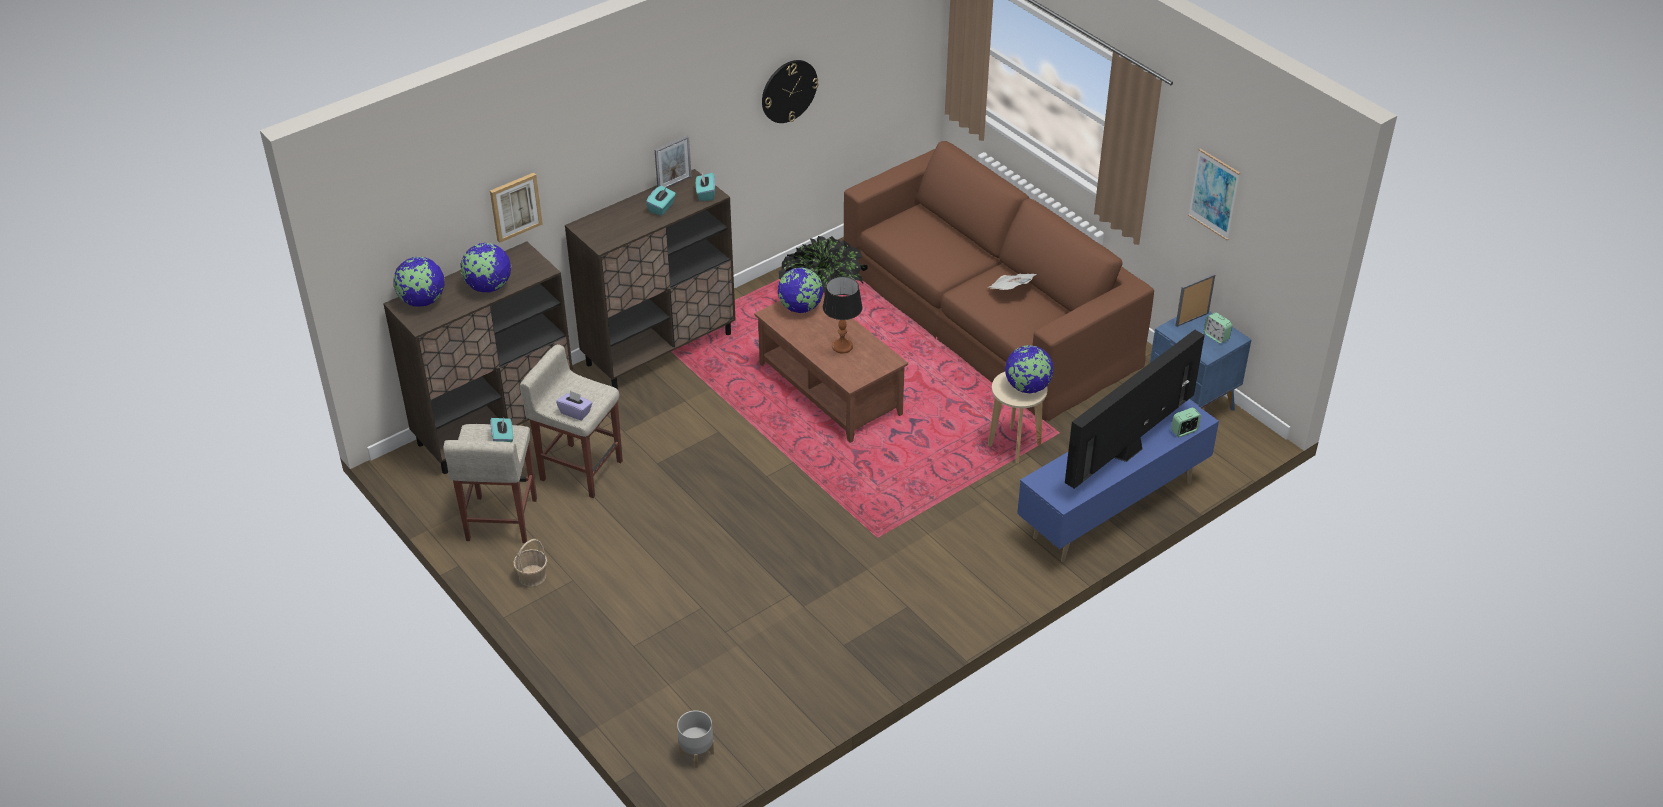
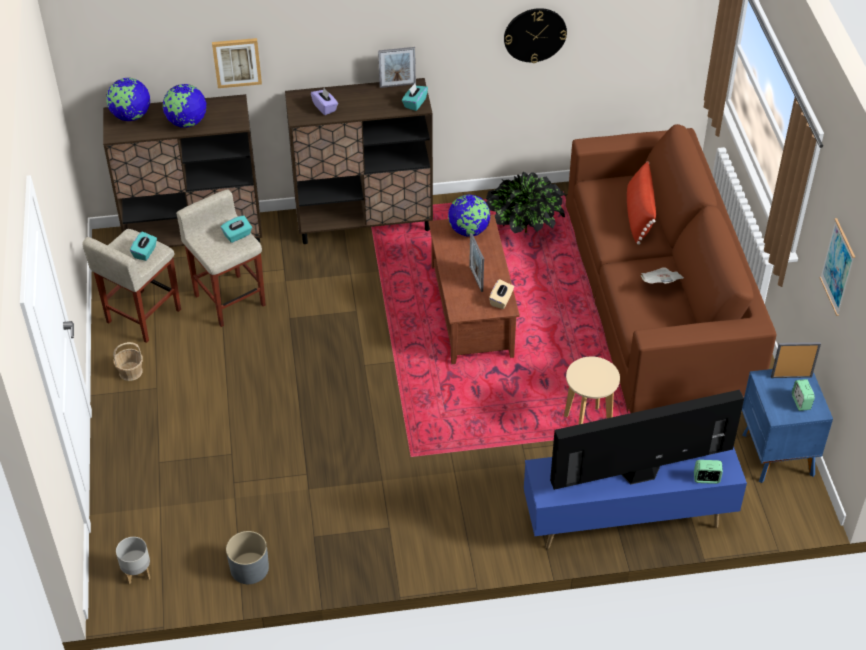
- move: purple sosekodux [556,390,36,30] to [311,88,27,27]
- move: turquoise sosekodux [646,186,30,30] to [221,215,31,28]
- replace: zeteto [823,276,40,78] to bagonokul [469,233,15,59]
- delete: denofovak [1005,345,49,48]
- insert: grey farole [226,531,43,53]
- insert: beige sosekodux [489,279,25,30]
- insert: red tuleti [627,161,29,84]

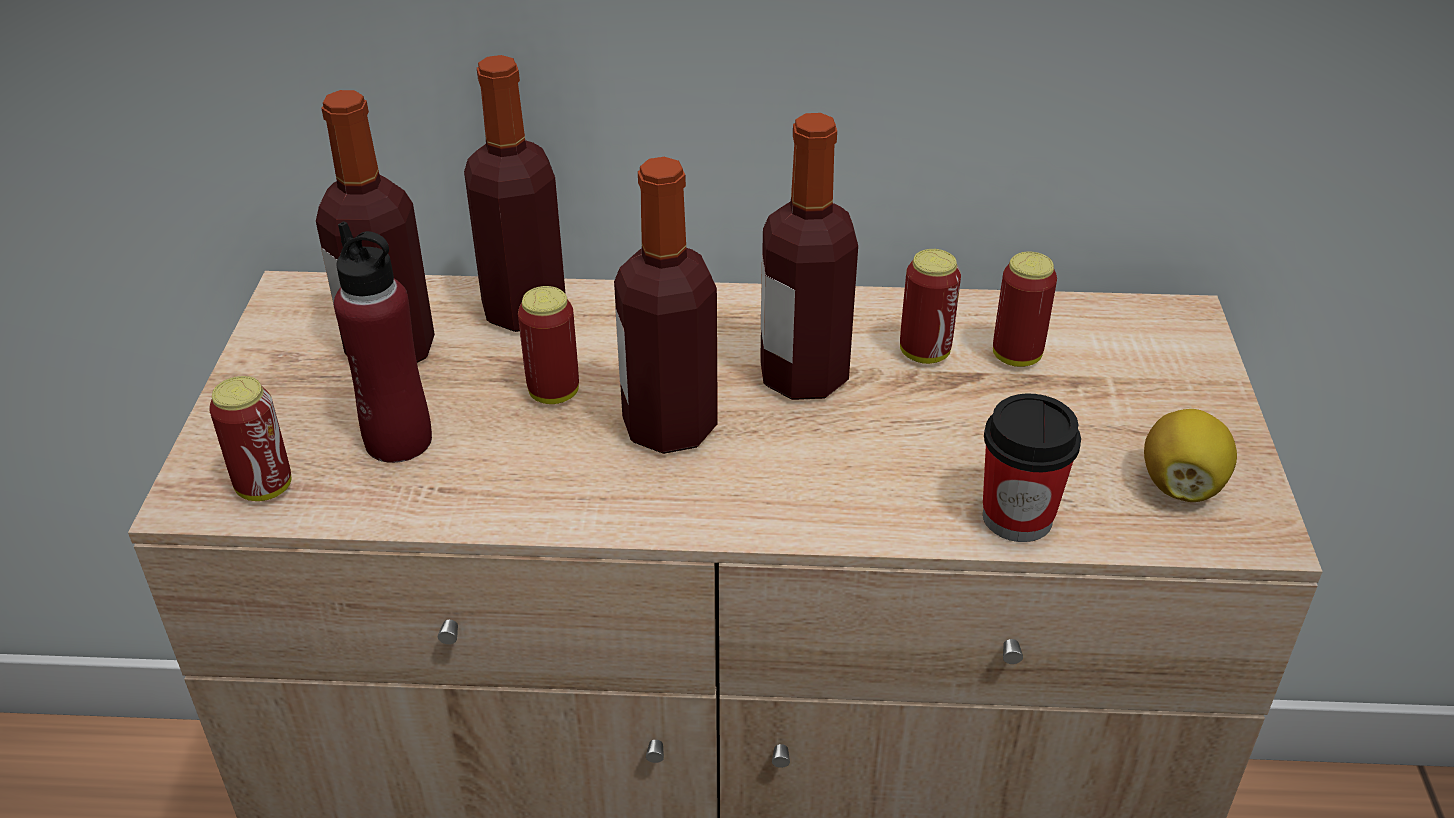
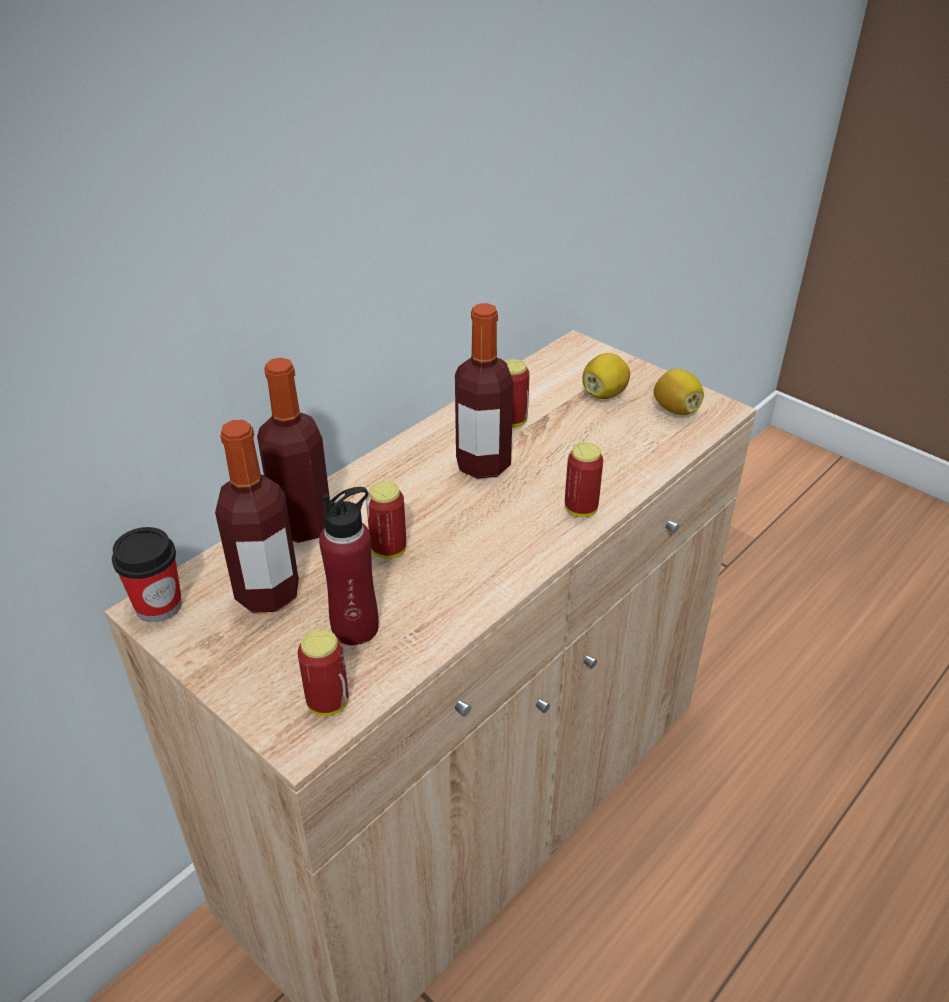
- delete: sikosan [614,157,104,297]
- move: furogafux [983,393,98,149] to [112,527,70,95]
- move: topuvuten [993,251,64,116] to [565,442,38,75]
- insert: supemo [582,353,48,46]

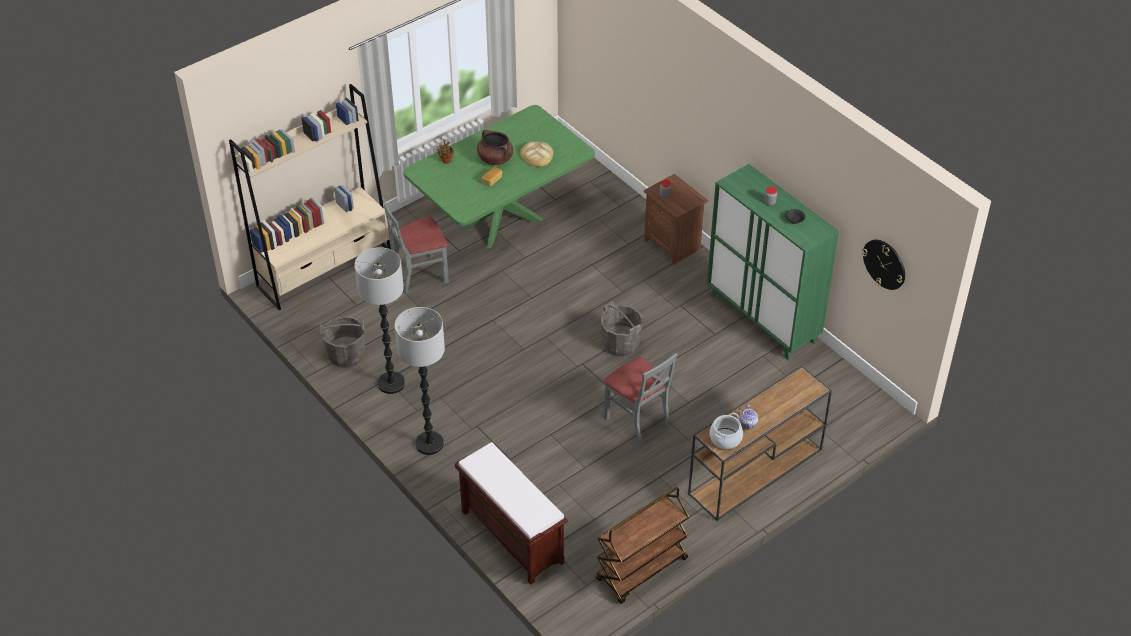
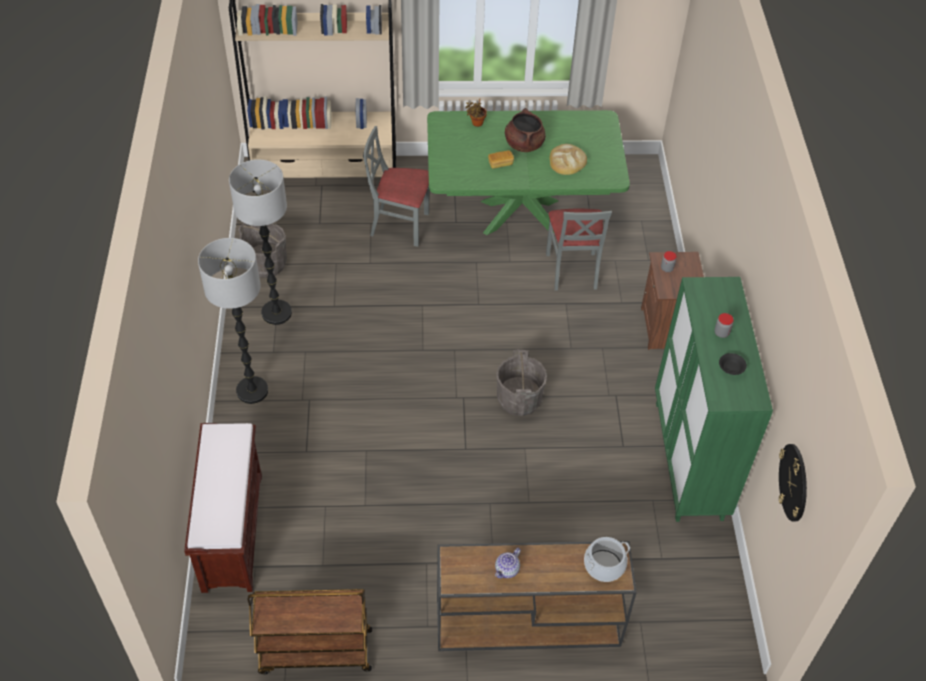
- move: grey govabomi [603,353,74,92] to [546,209,66,81]
- move: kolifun [710,413,33,36] to [584,537,46,45]

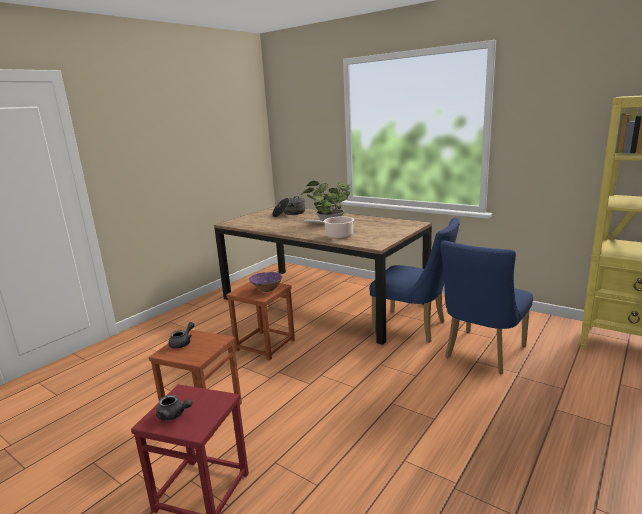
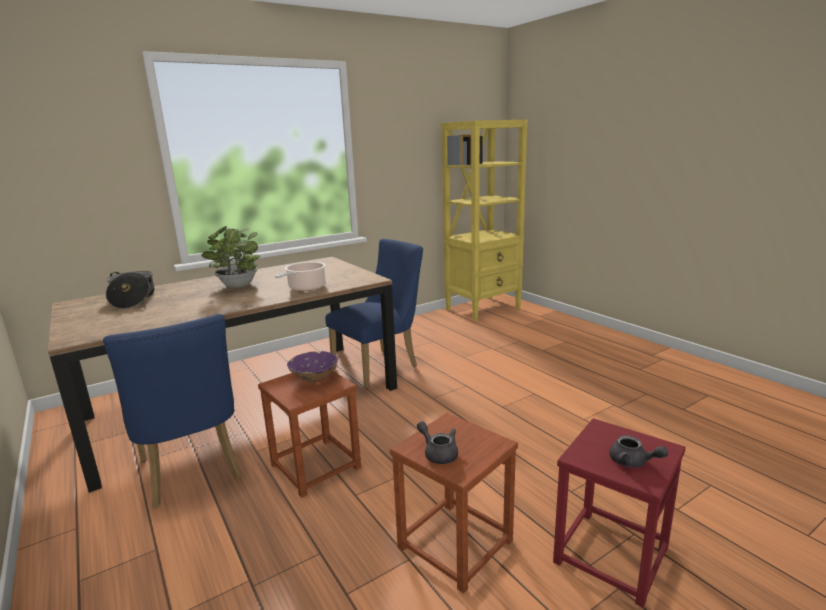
- rotate: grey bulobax [156,395,36,26] = [610,435,58,33] 90 degrees clockwise
- move: blue govabomi [440,240,93,134] to [103,314,139,194]

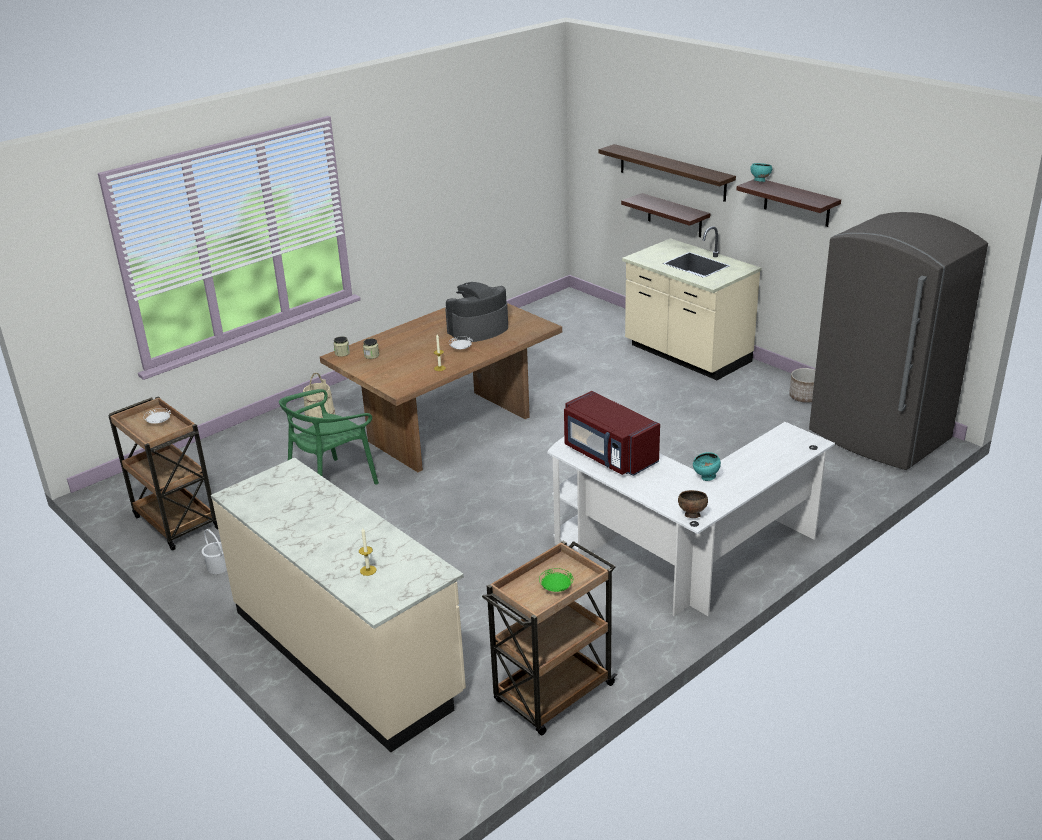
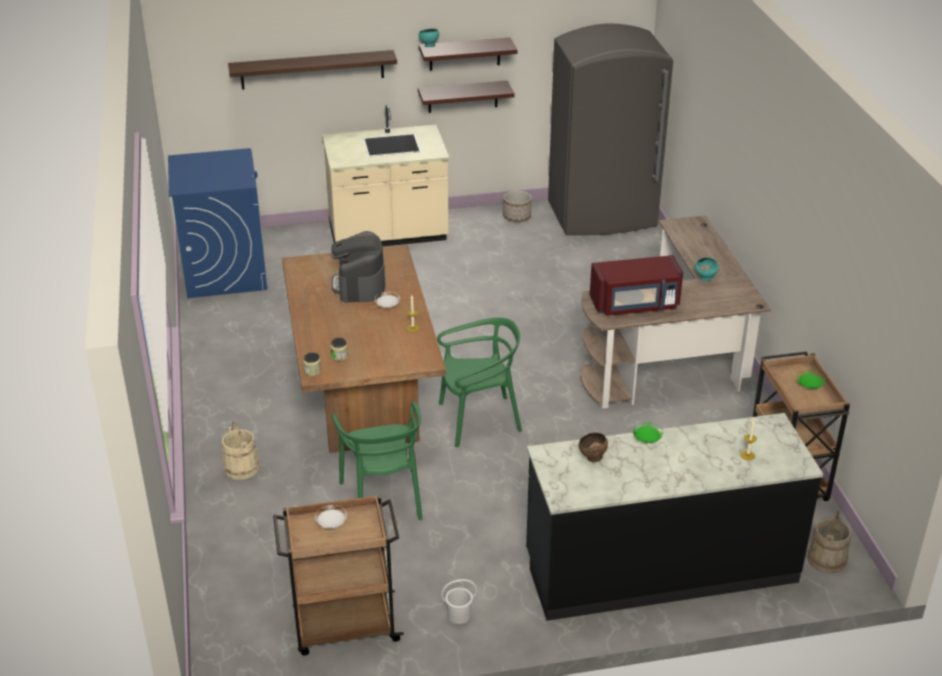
- recolor: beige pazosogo [211,458,255,294] to black pazosogo [526,413,297,208]
- recolor: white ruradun [547,422,288,194] to brown ruradun [581,215,190,194]
- move: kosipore [621,193,89,45] to [418,80,97,33]
- move: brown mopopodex [678,490,30,28] to [579,432,29,30]
- insert: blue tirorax [168,148,99,150]
- insert: green govabomi [437,317,85,130]
- insert: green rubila [633,422,30,21]
- insert: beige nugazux [807,511,44,63]

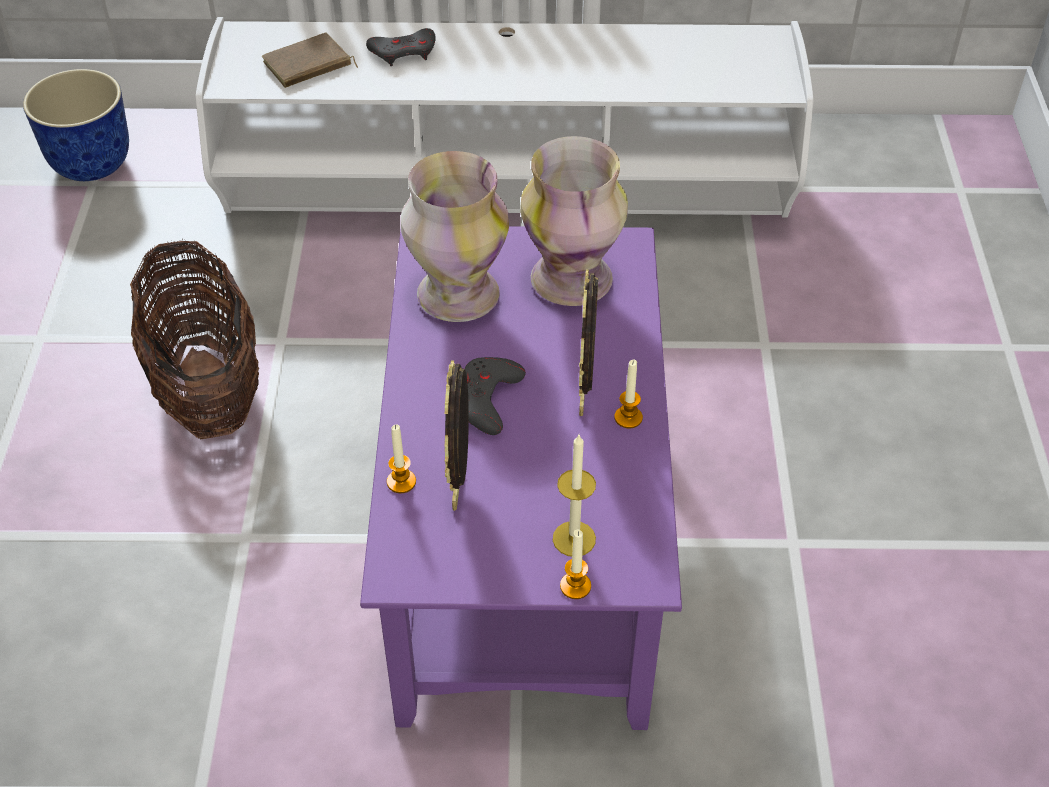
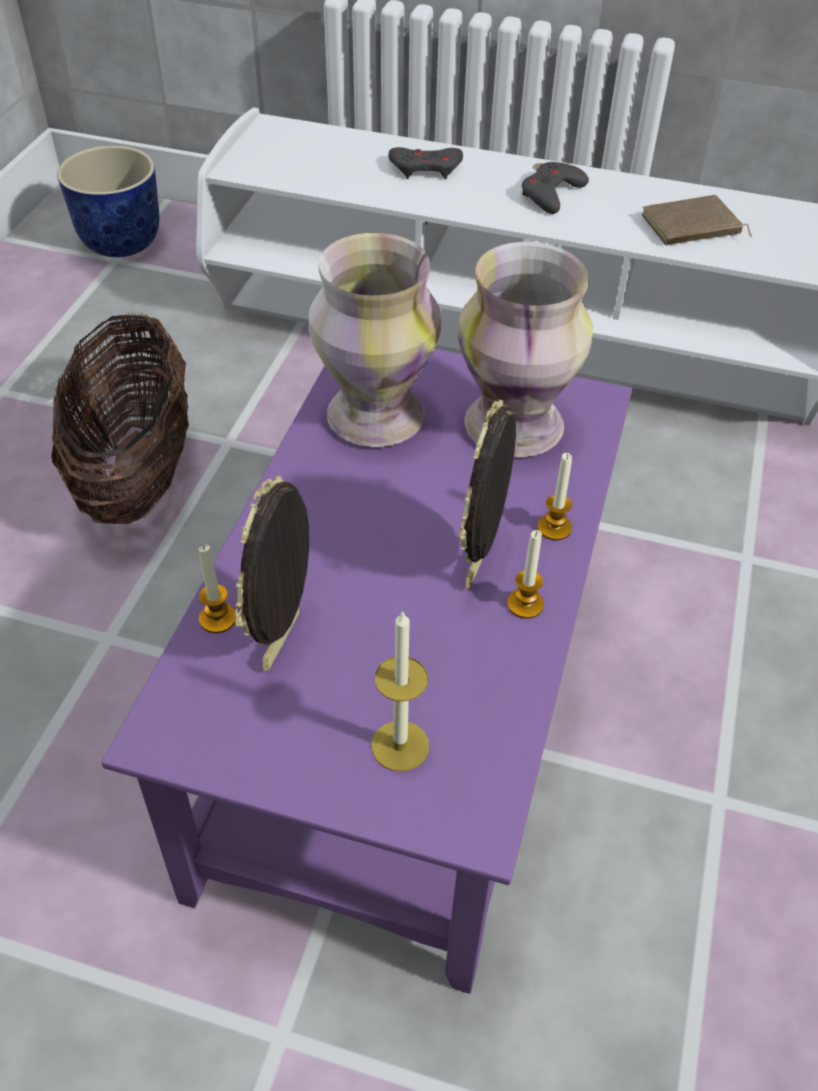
- move: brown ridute [262,32,96,56] to [642,195,110,50]
- move: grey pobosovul [465,357,61,78] to [522,162,67,52]
- move: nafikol [560,530,31,69] to [538,453,34,87]

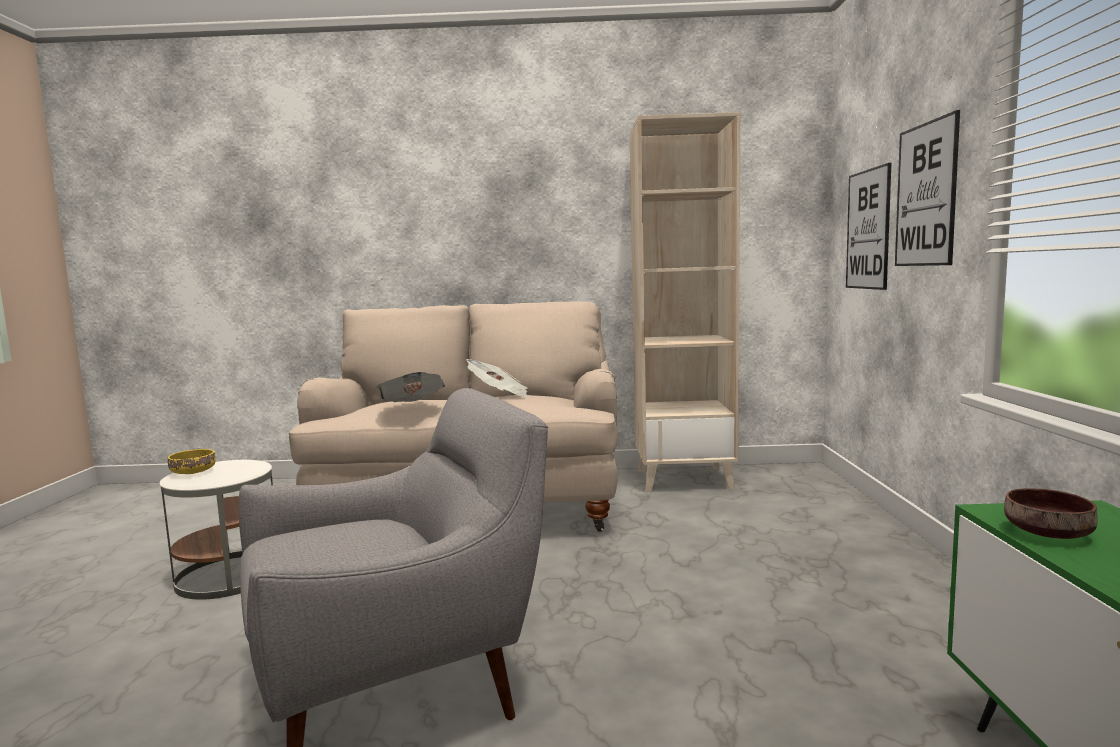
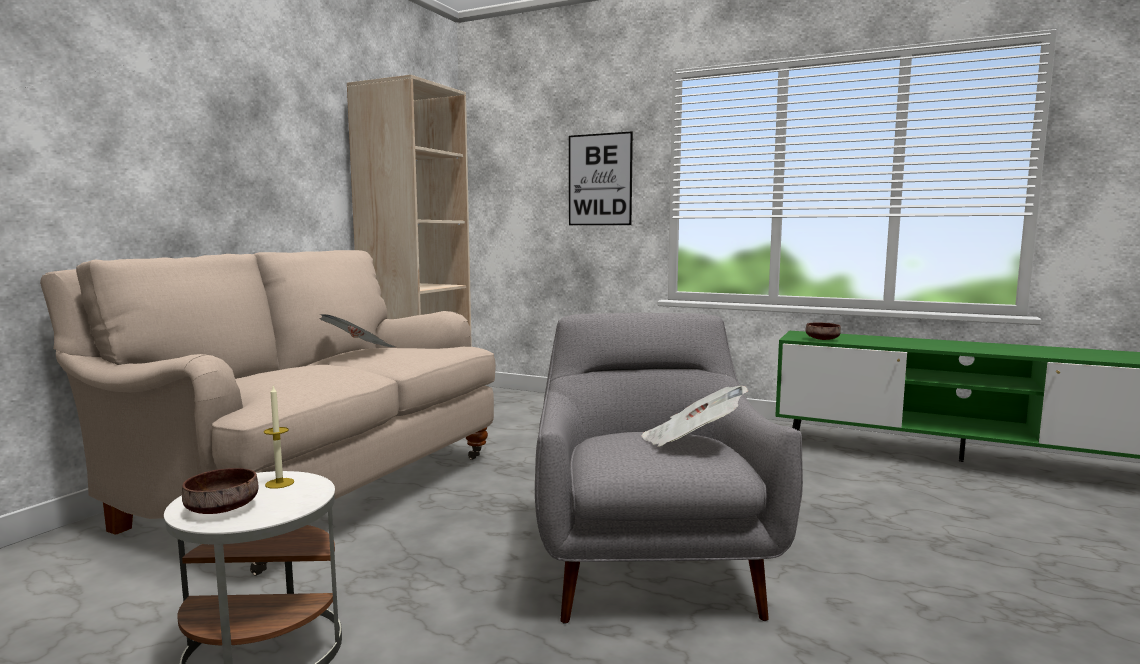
- recolor: yellow mopopodex [168,449,48,25] to brown mopopodex [182,468,77,46]
- move: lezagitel [376,372,69,30] to [641,386,107,61]
- delete: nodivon [846,163,46,127]
- insert: nafikol [264,386,30,103]

